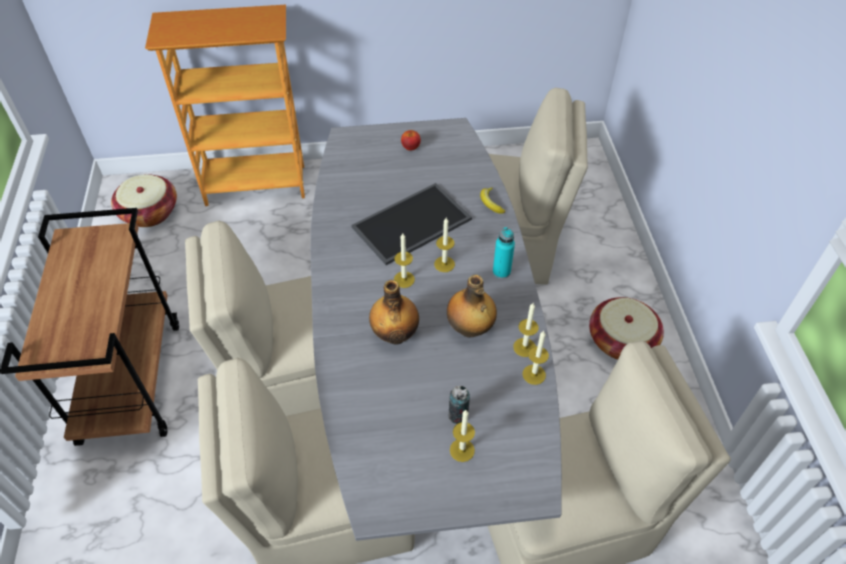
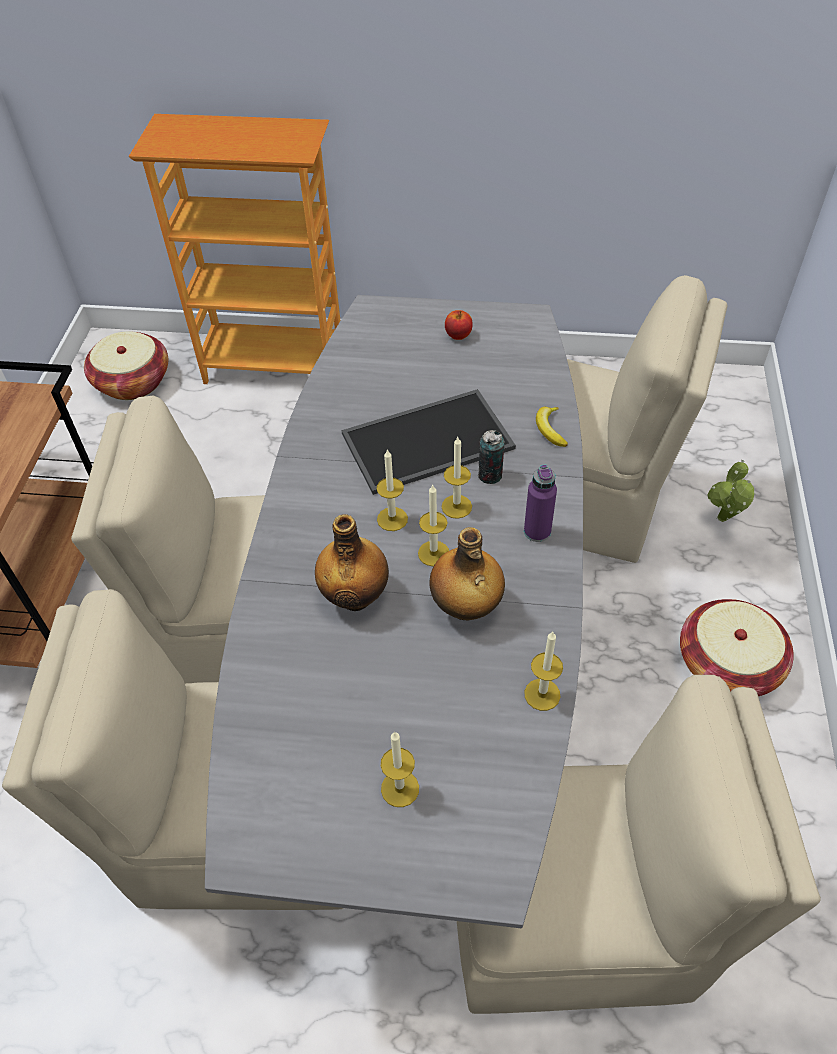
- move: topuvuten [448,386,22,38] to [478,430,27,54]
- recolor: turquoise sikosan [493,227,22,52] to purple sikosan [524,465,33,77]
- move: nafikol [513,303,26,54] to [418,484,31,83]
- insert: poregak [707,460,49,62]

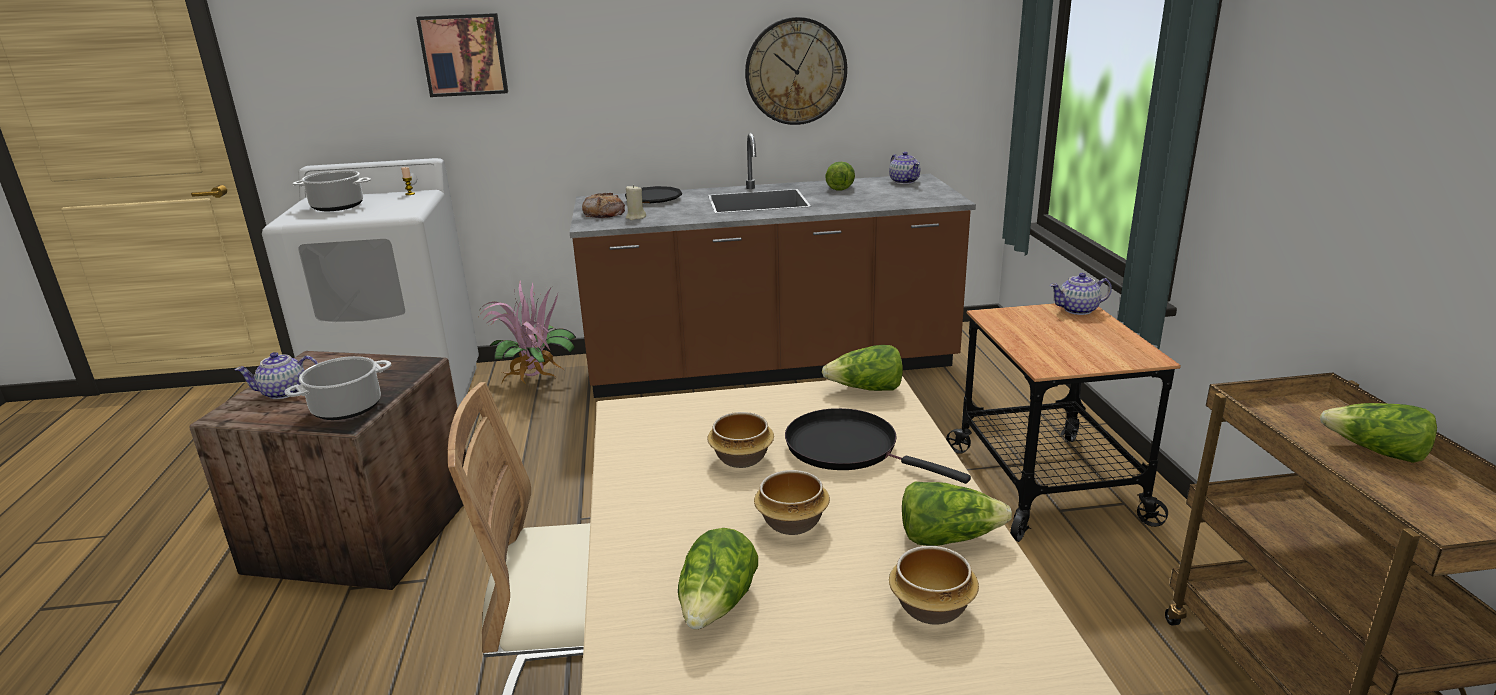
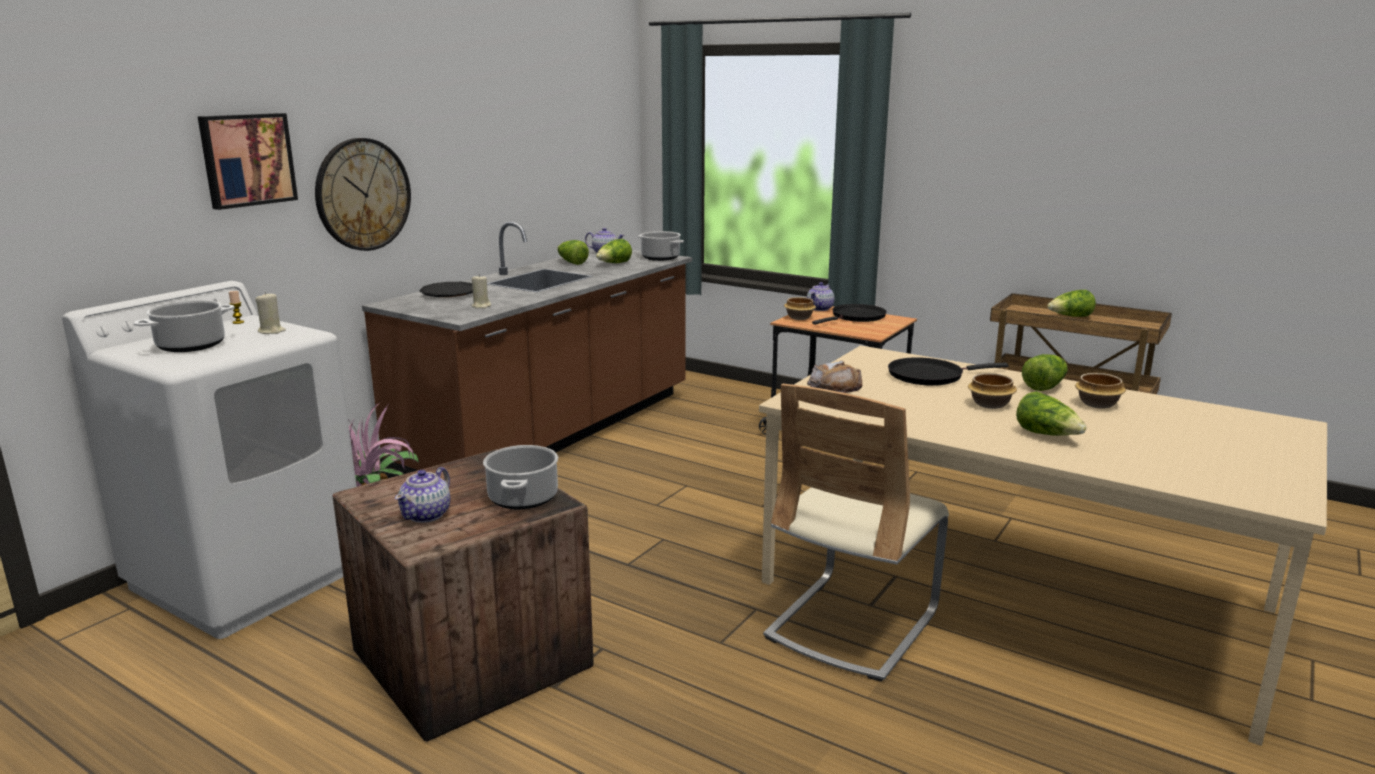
- move: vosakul [582,193,43,25] to [807,361,55,32]
- move: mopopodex [707,412,67,56] to [784,297,32,23]
- move: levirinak [745,17,102,108] to [315,138,96,113]
- move: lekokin [822,345,81,46] to [596,239,36,24]
- insert: beige nafikol [255,292,31,42]
- insert: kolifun [638,231,46,30]
- insert: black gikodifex [812,304,75,21]

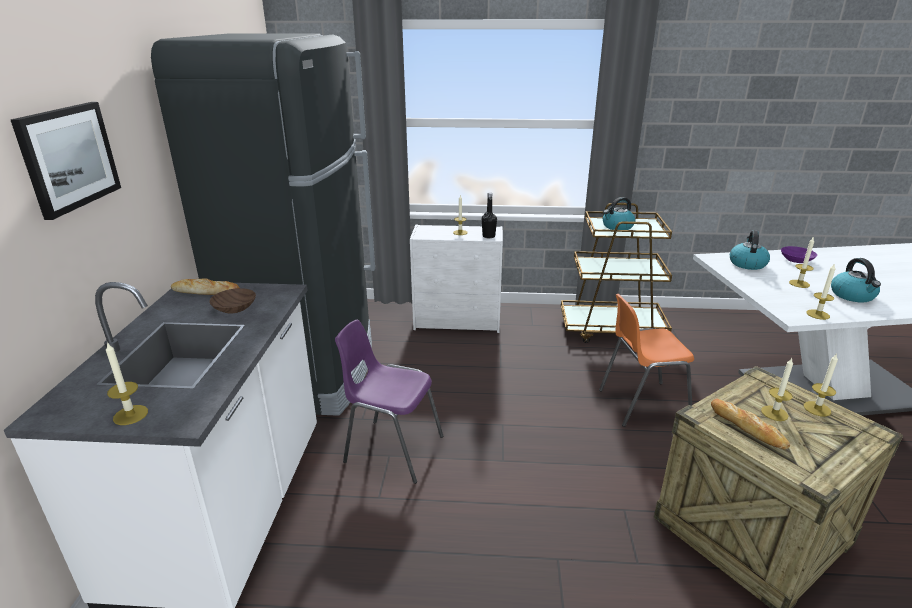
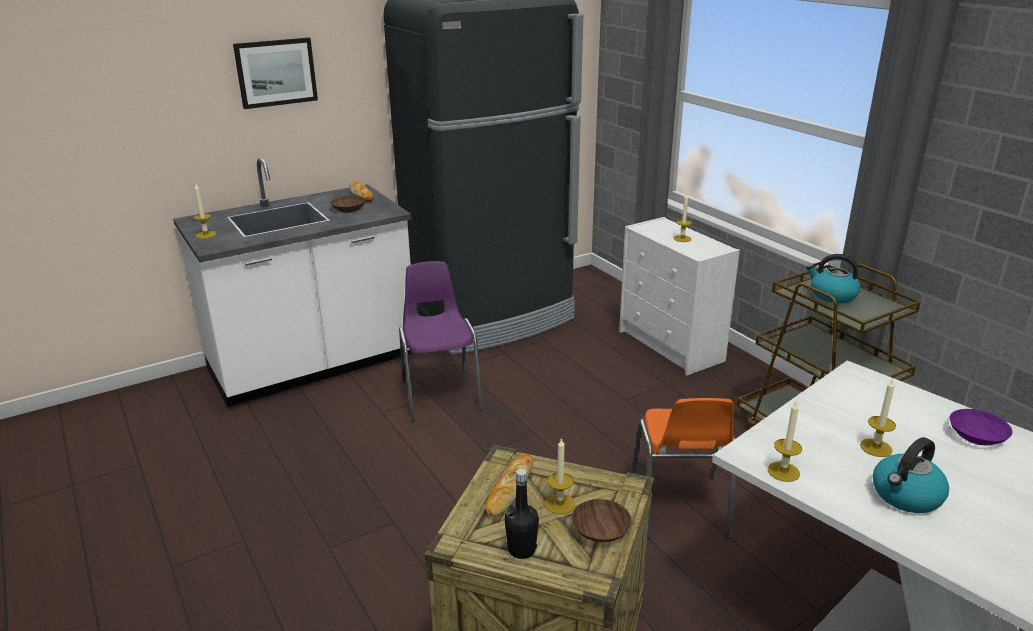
- move: black sikosan [482,192,15,46] to [505,469,34,90]
- rotate: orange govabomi [599,294,95,133] = [632,398,104,140] 135 degrees counterclockwise
- delete: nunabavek [730,230,40,40]
- replace: nafikol [804,353,34,64] to brown mopopodex [572,499,59,44]

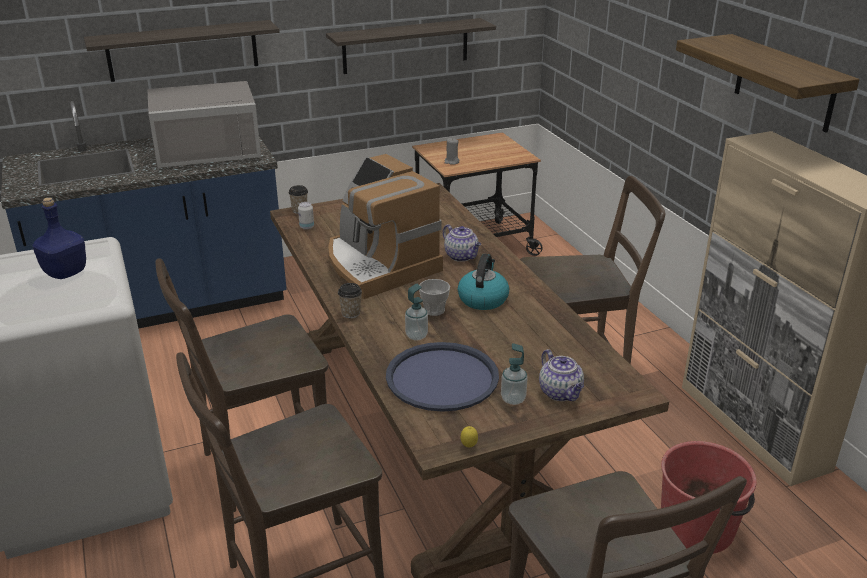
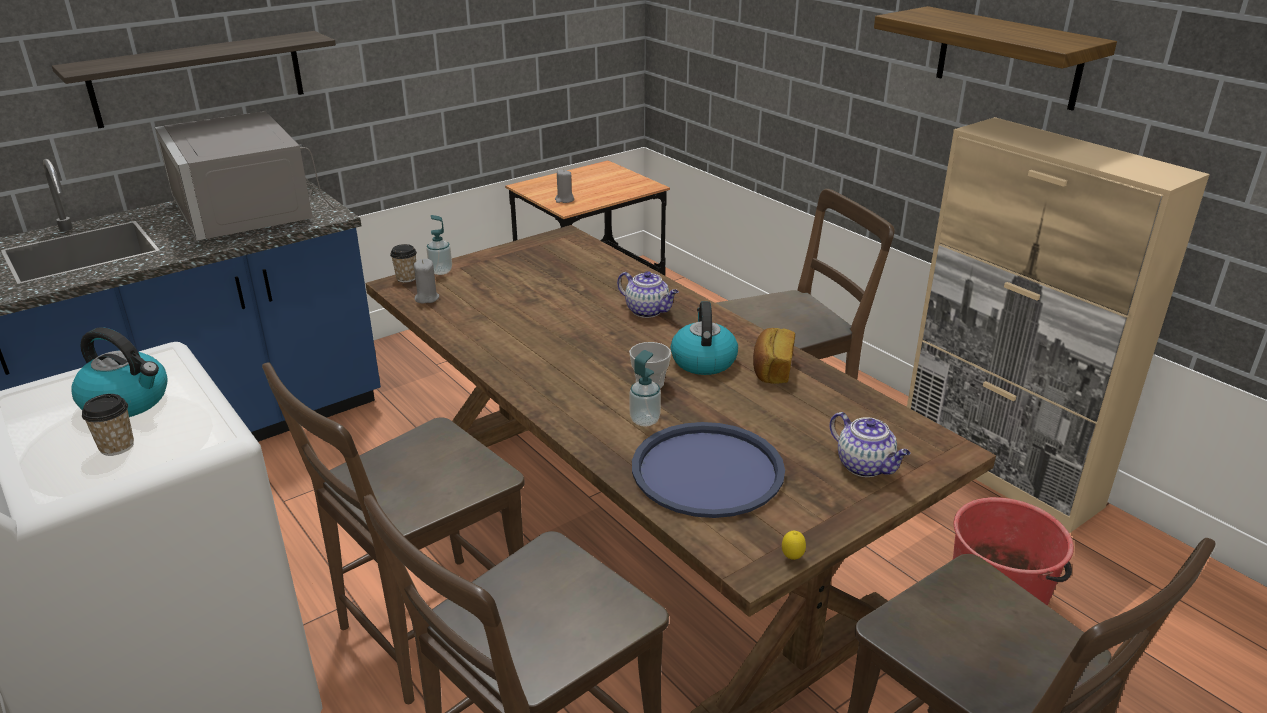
- replace: blue sikosan [32,197,54,82] to nunabavek [71,327,97,90]
- rotate: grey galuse [148,81,113,87] = [155,111,180,130] 90 degrees clockwise
- replace: topuvuten [298,202,16,28] to grey nafikol [414,259,25,45]
- delete: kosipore [326,18,170,56]
- delete: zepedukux [328,154,115,145]
- move: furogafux [338,283,24,35] to [82,394,52,62]
- move: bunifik [501,343,27,62] to [426,215,26,60]
- insert: vosakul [753,328,42,56]

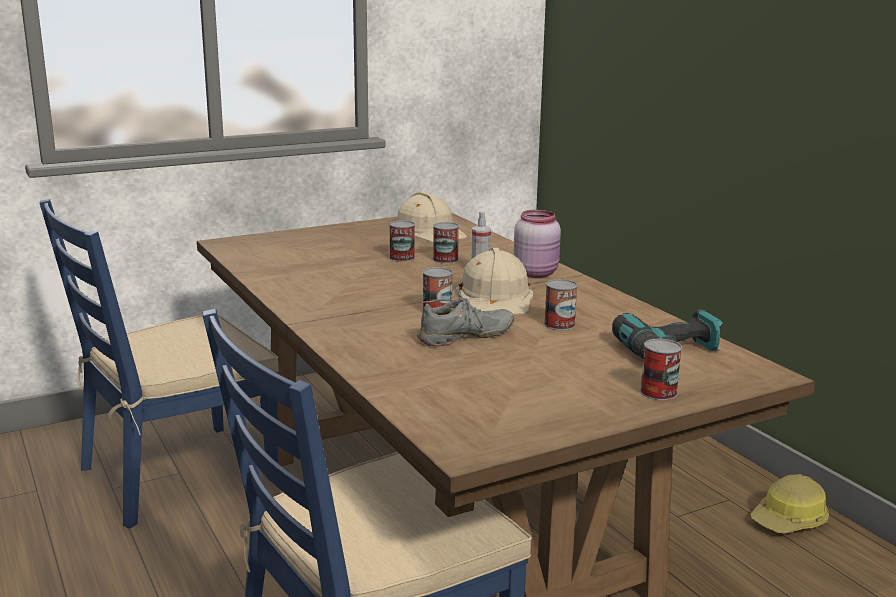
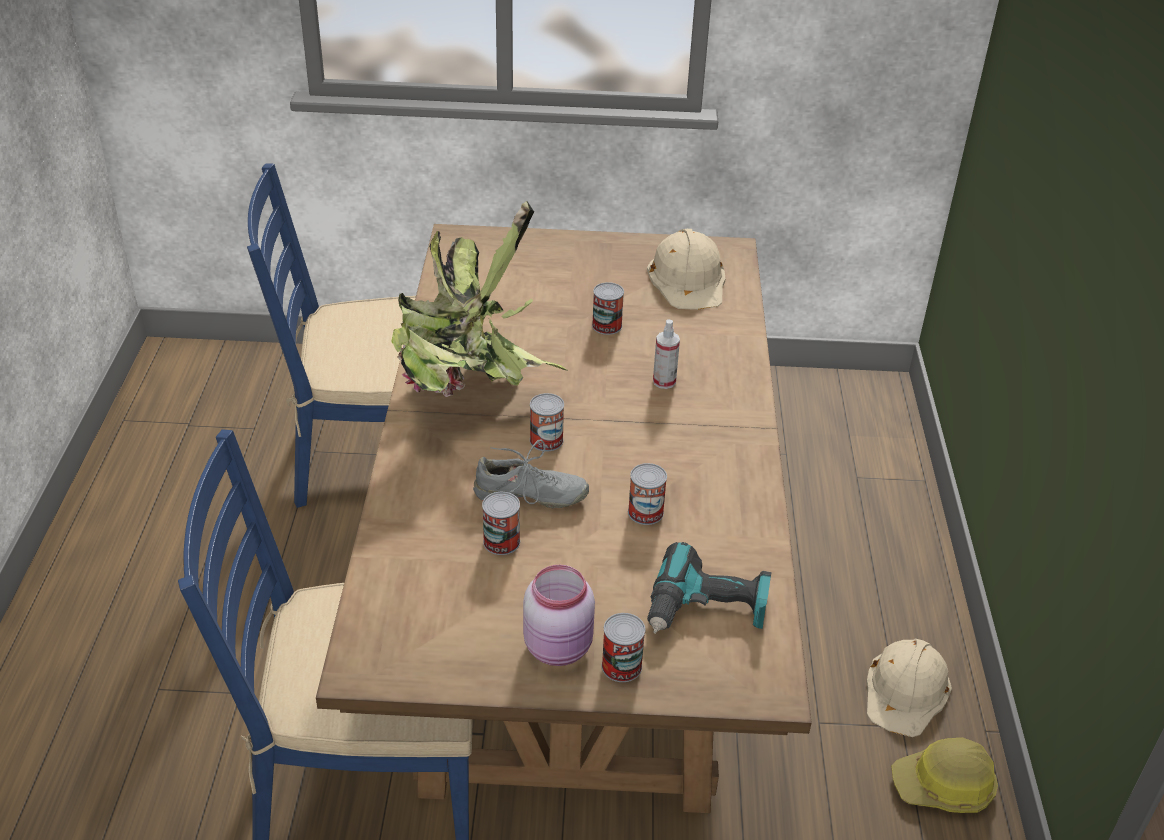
- move: topuvuten [433,222,26,42] to [482,492,38,63]
- move: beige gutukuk [456,248,77,67] to [866,639,86,98]
- move: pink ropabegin [513,210,48,68] to [523,565,72,101]
- insert: poregak [391,201,177,196]

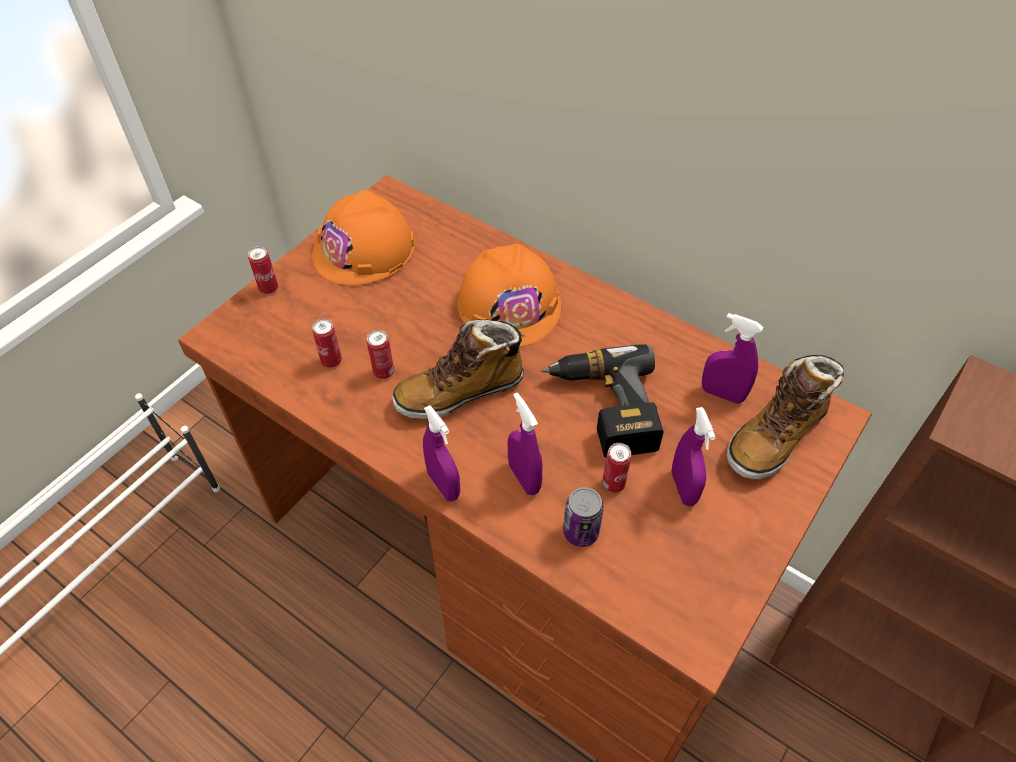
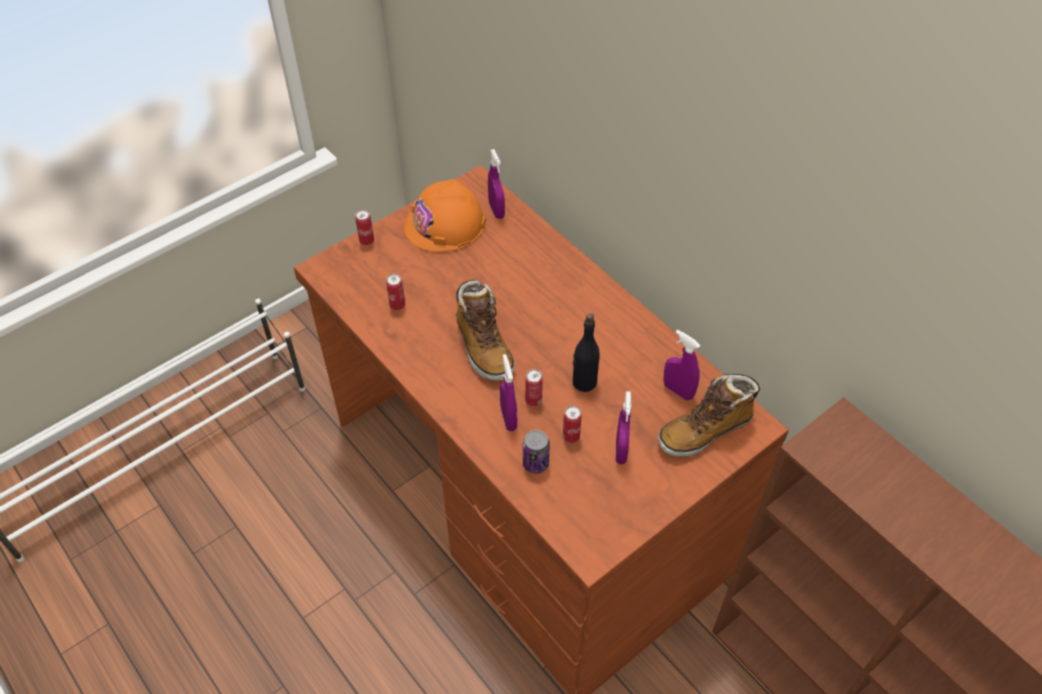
- move: topuvuten [367,330,27,49] to [525,369,18,38]
- rotate: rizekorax [392,319,133,100] = [456,280,59,101] 105 degrees counterclockwise
- move: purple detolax [423,405,37,96] to [488,149,17,70]
- delete: orange gutukuk [458,244,104,103]
- replace: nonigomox [541,344,123,113] to black sikosan [573,313,27,79]

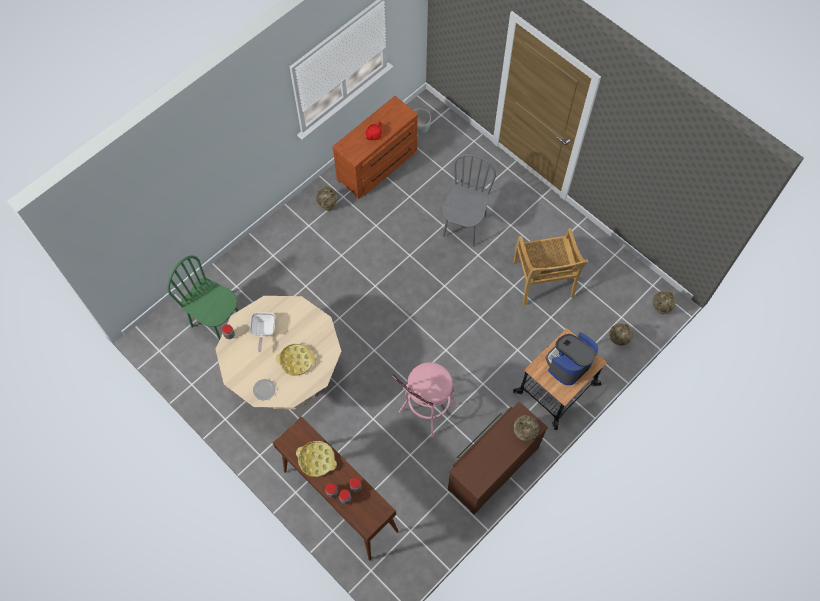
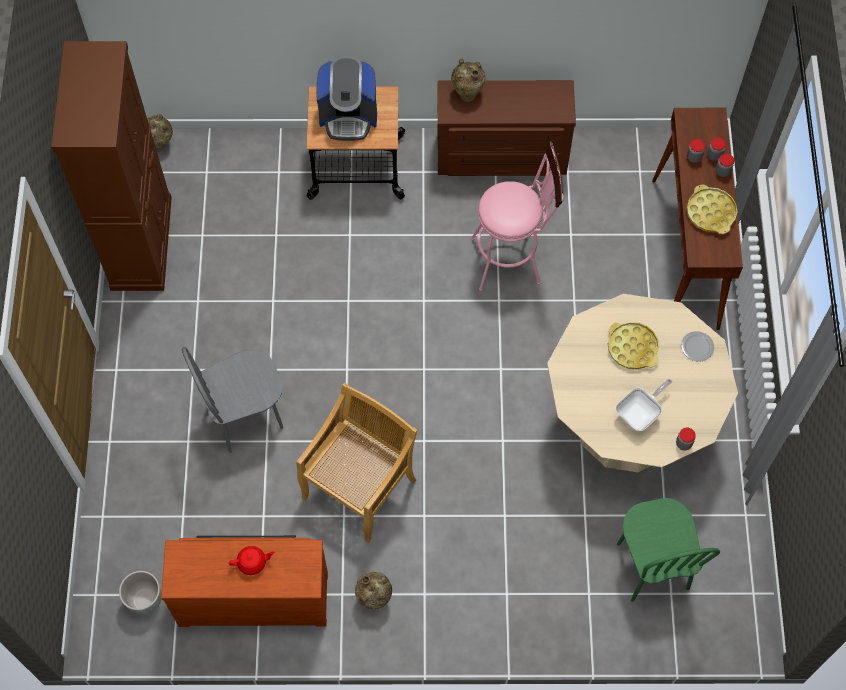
- move: beige govabomi [513,228,75,77] to [296,383,122,160]
- delete: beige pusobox [609,323,24,23]
- insert: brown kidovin [51,41,121,250]

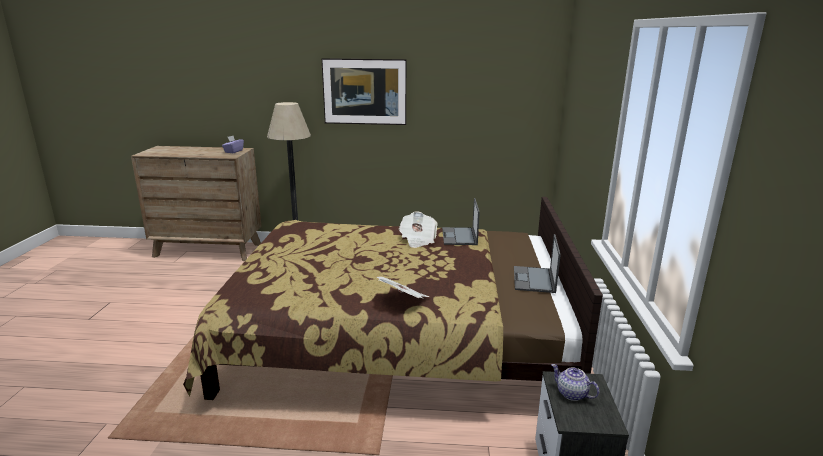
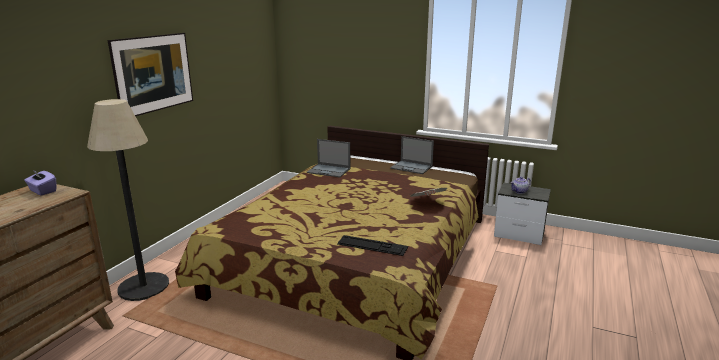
- delete: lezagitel [399,212,39,36]
- insert: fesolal [337,235,71,21]

